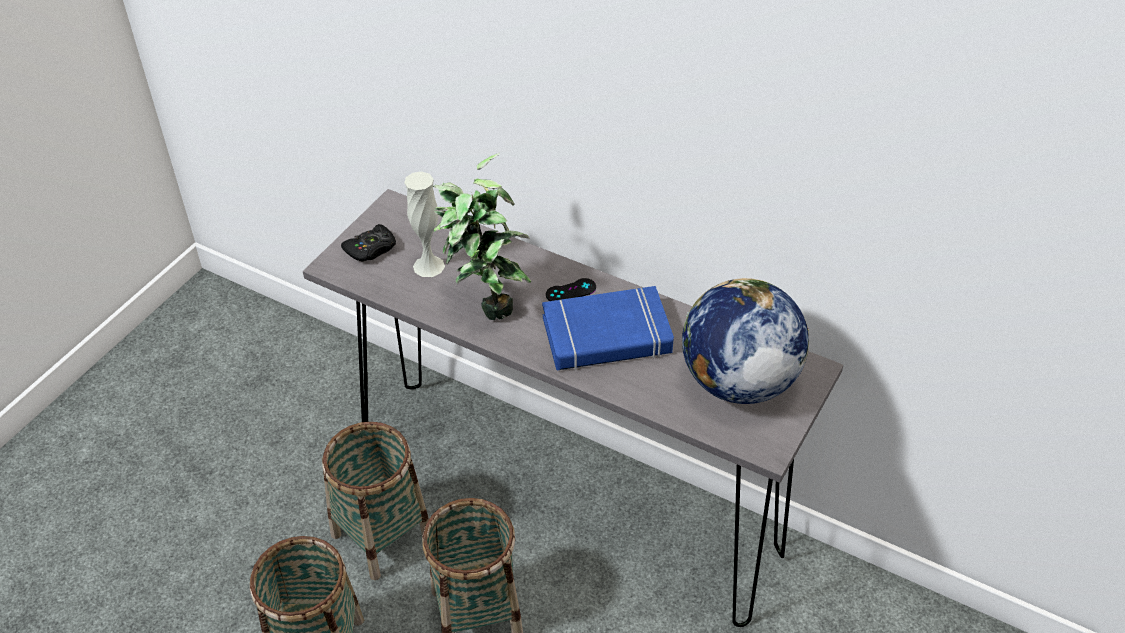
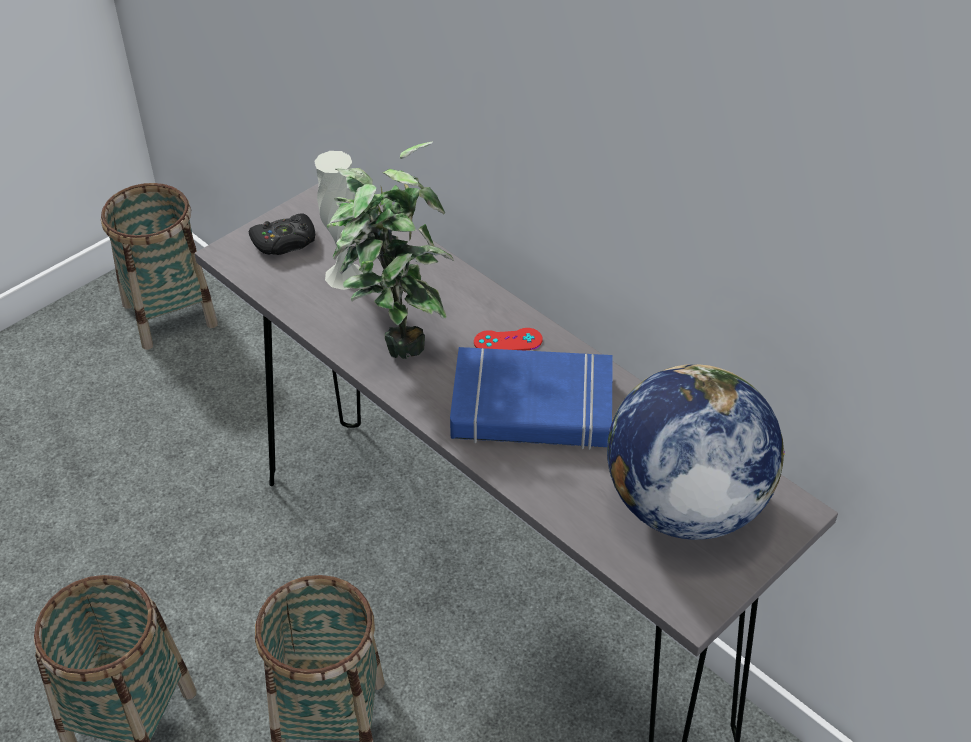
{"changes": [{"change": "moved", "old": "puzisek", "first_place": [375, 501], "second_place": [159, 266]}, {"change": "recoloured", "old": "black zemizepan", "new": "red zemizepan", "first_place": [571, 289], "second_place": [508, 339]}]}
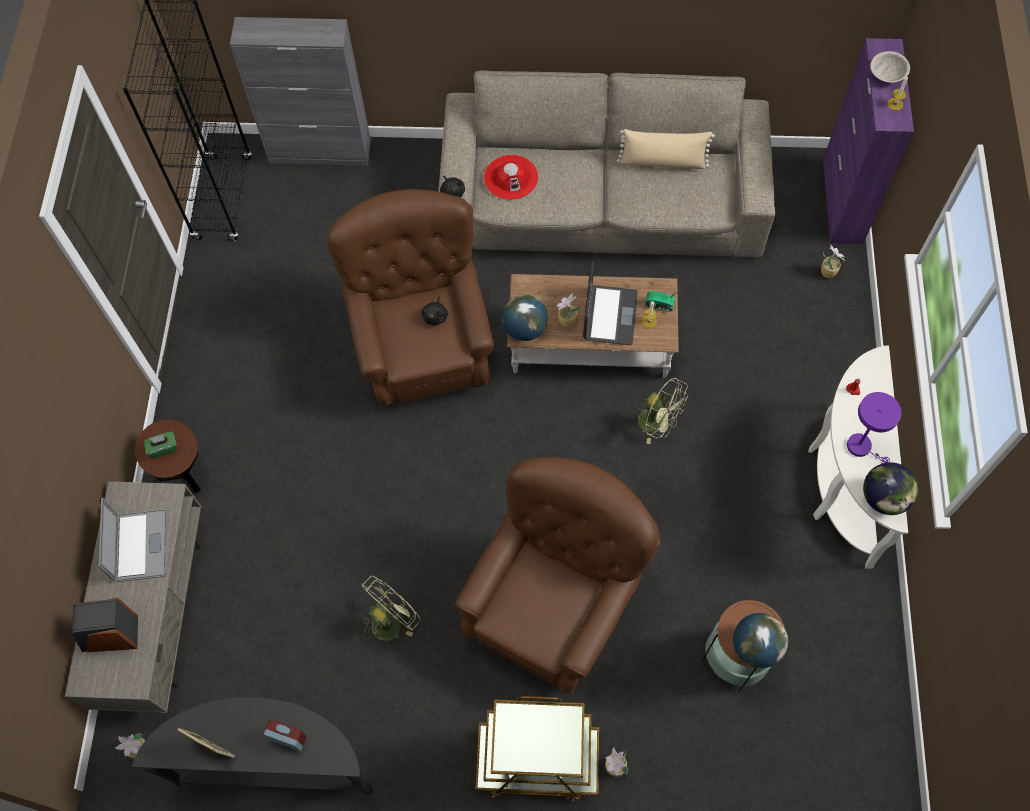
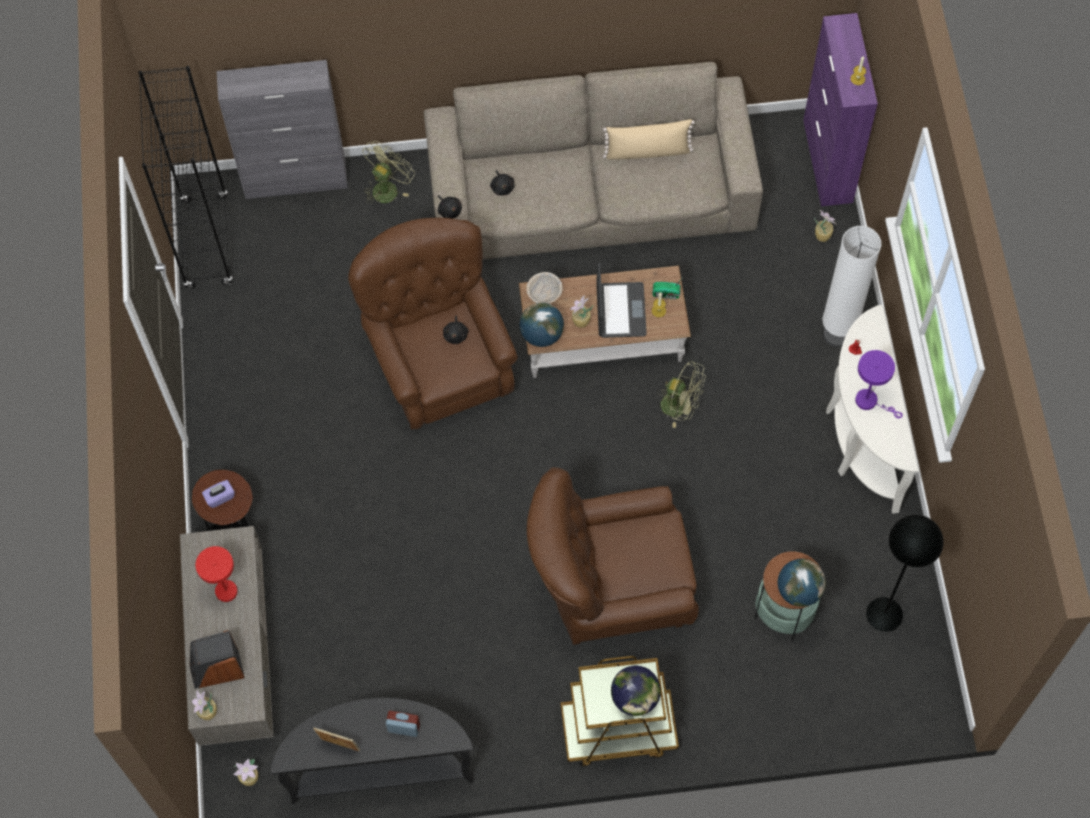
{"changes": [{"change": "moved", "old": "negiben", "first_place": [616, 762], "second_place": [204, 705]}, {"change": "replaced", "old": "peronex", "new": "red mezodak", "first_place": [132, 540], "second_place": [216, 574]}, {"change": "recoloured", "old": "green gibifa", "new": "purple gibifa", "first_place": [160, 445], "second_place": [218, 494]}, {"change": "moved", "old": "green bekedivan", "first_place": [391, 608], "second_place": [388, 172]}, {"change": "replaced", "old": "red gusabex", "new": "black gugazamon", "first_place": [511, 177], "second_place": [502, 183]}, {"change": "moved", "old": "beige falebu", "first_place": [890, 67], "second_place": [545, 288]}, {"change": "turned", "old": "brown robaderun", "first_place": [557, 575], "second_place": [613, 556], "degrees": -120}, {"change": "moved", "old": "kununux", "first_place": [890, 488], "second_place": [636, 691]}, {"change": "added", "new": "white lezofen", "second_place": [852, 286]}, {"change": "added", "new": "black lezofen", "second_place": [905, 573]}]}
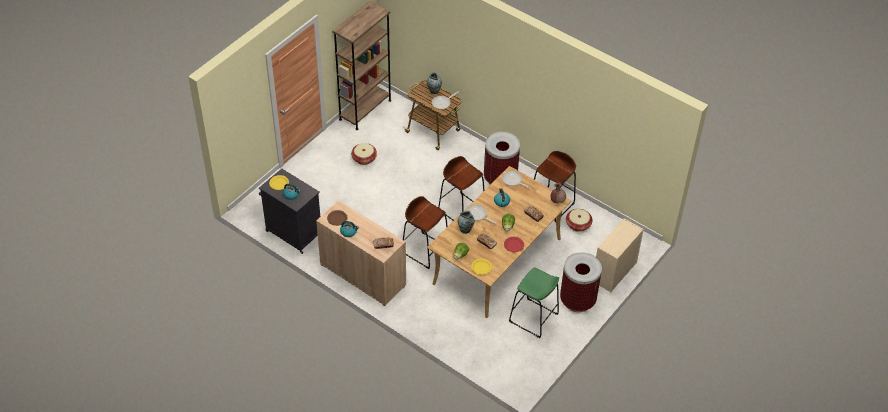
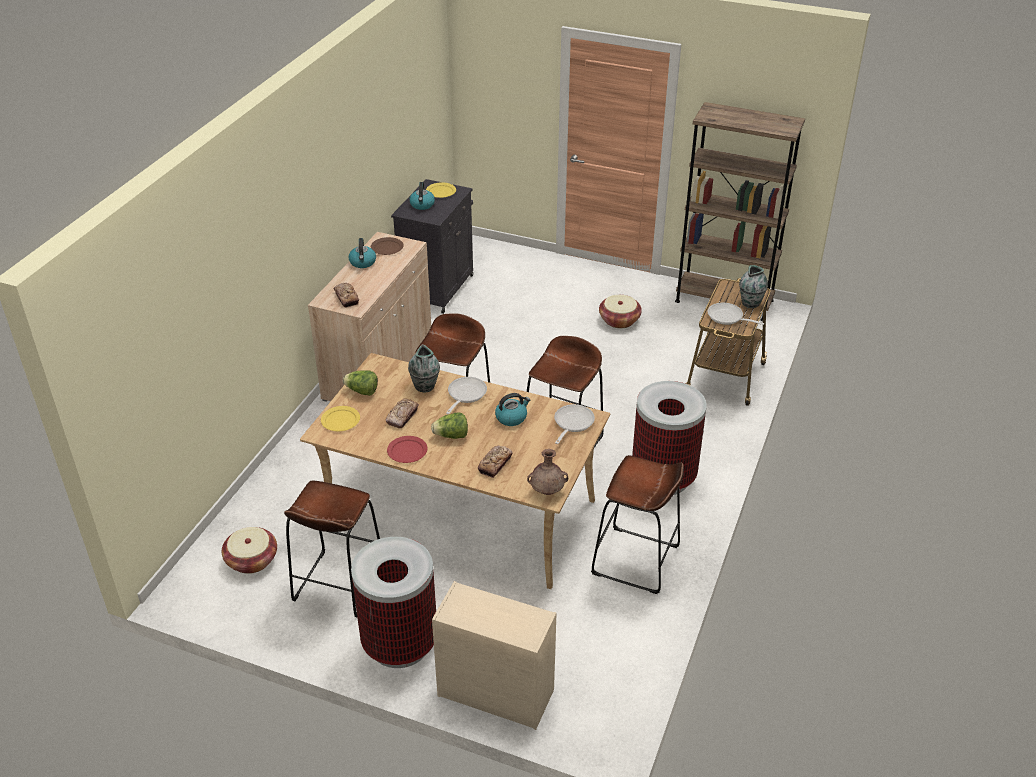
{"changes": [{"change": "moved", "old": "puzisek", "first_place": [579, 220], "second_place": [249, 550]}, {"change": "recoloured", "old": "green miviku", "new": "brown miviku", "first_place": [534, 303], "second_place": [332, 549]}]}
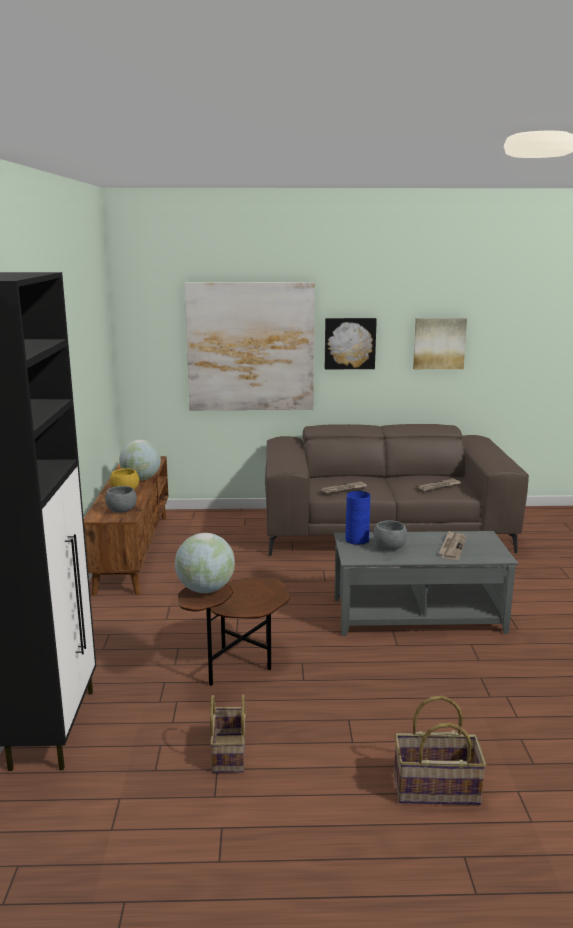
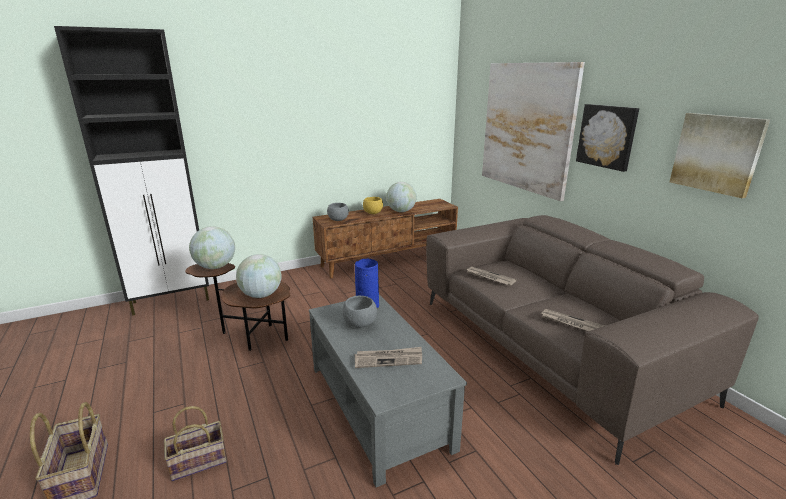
{"changes": [{"change": "moved", "old": "puzisek", "first_place": [228, 734], "second_place": [195, 443]}, {"change": "added", "new": "kununux", "second_place": [259, 276]}]}
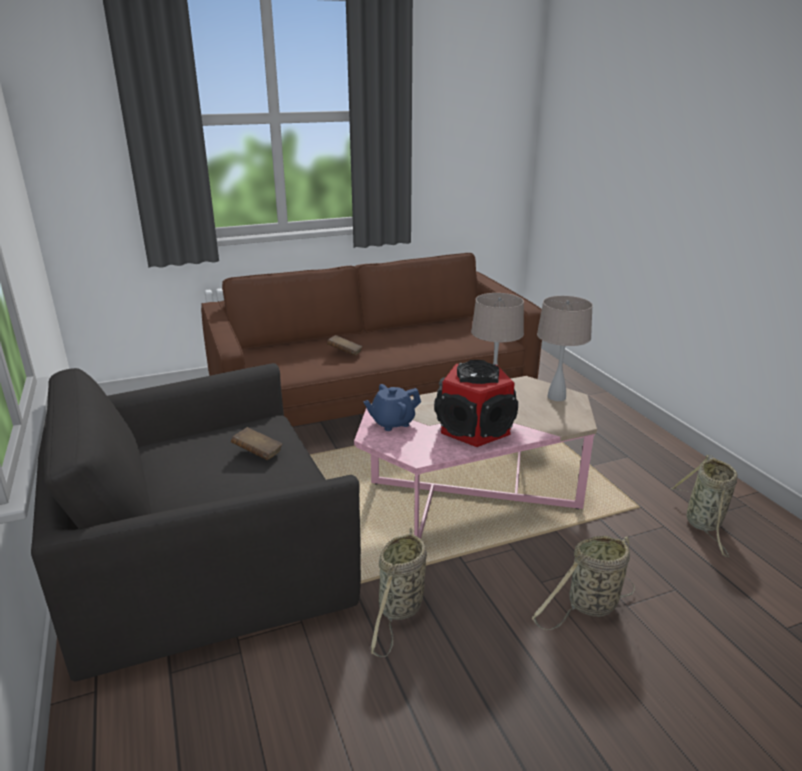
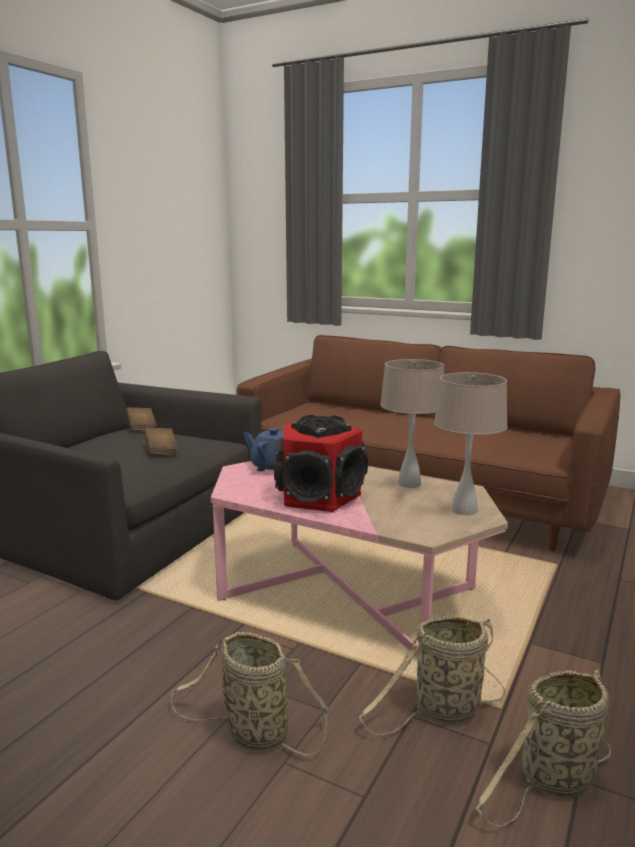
{"changes": [{"change": "moved", "old": "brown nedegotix", "first_place": [345, 345], "second_place": [141, 419]}, {"change": "moved", "old": "puzisek", "first_place": [399, 592], "second_place": [432, 675]}]}
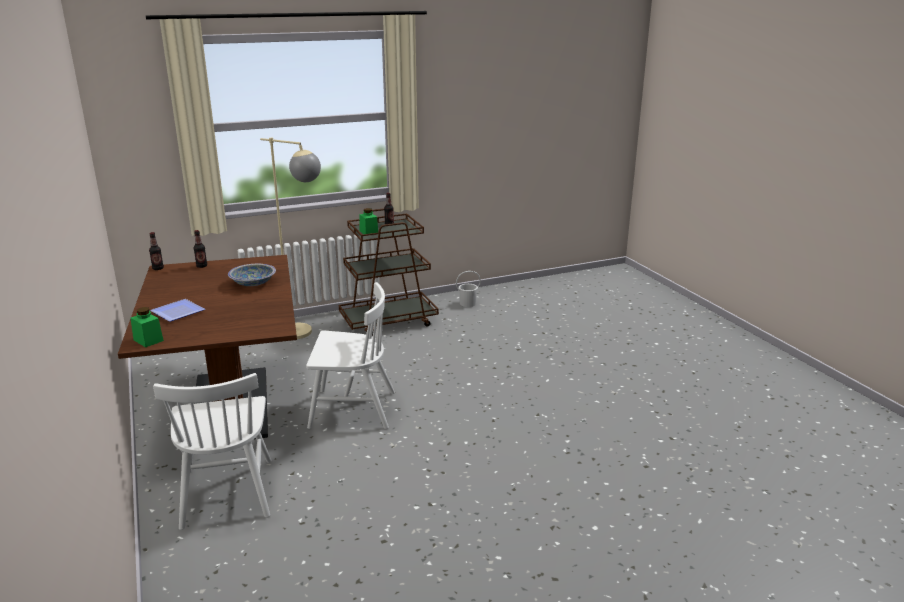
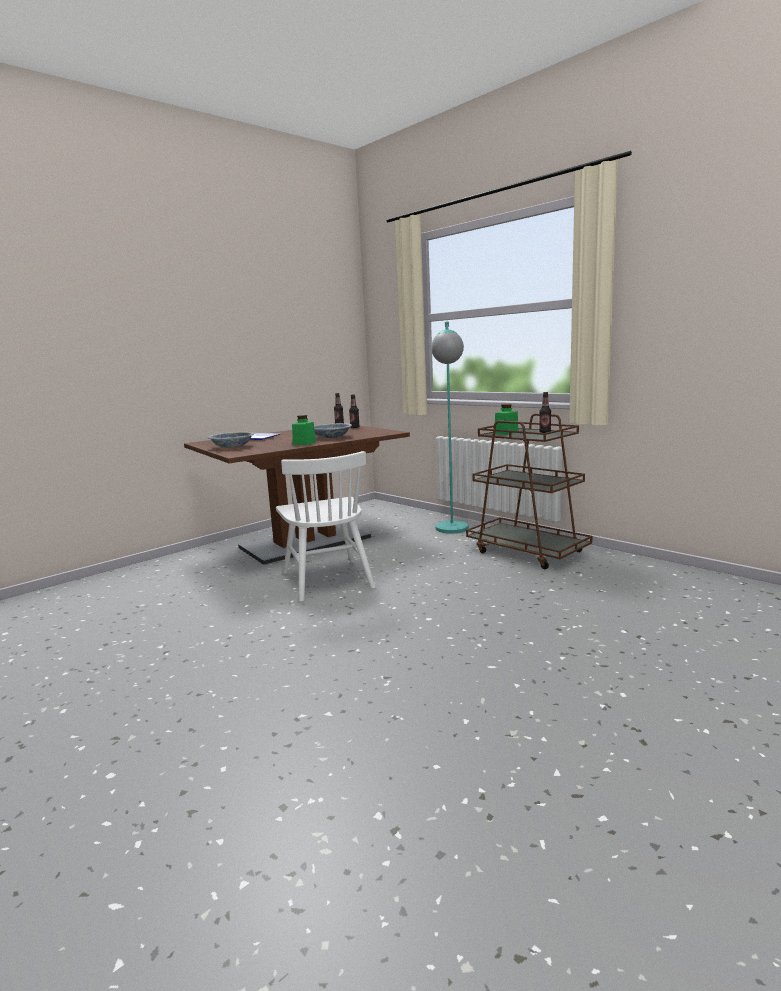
{"changes": [{"change": "added", "new": "falebu", "second_place": [231, 440]}, {"change": "moved", "old": "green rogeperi", "first_place": [147, 327], "second_place": [304, 430]}, {"change": "recoloured", "old": "beige lezofen", "new": "turquoise lezofen", "first_place": [290, 238], "second_place": [450, 427]}, {"change": "removed", "old": "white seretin", "first_place": [212, 451]}, {"change": "removed", "old": "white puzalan", "first_place": [468, 289]}]}
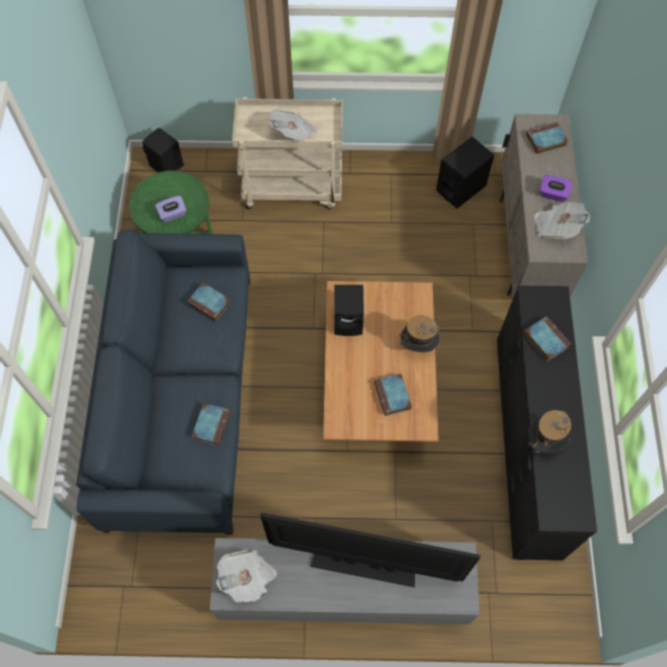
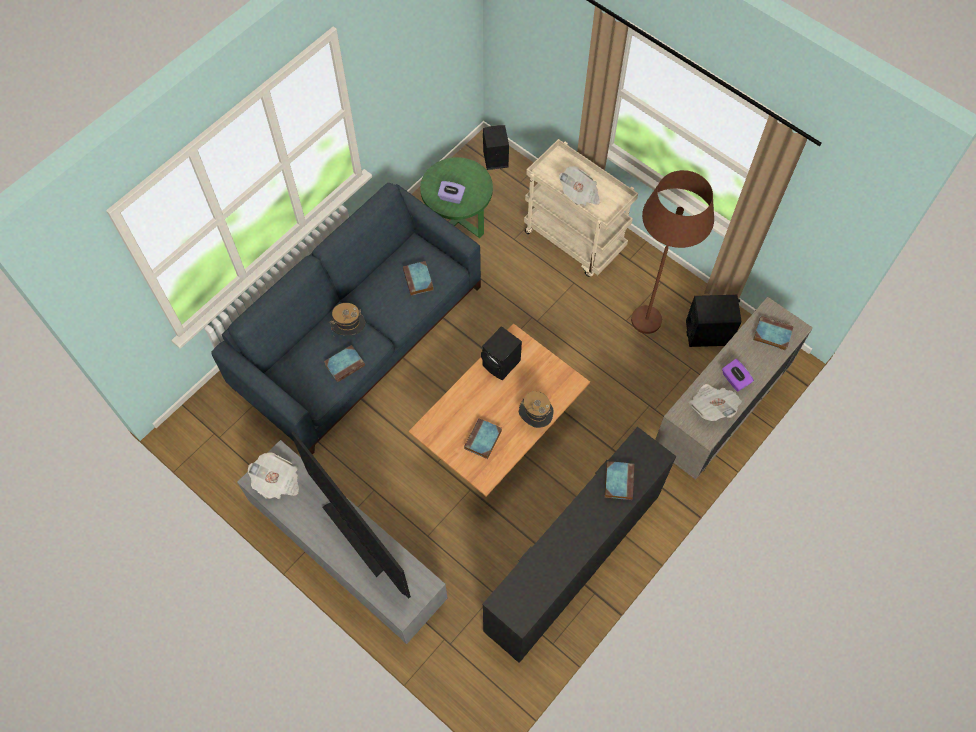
{"changes": [{"change": "moved", "old": "gusabex", "first_place": [549, 432], "second_place": [347, 319]}, {"change": "added", "new": "brown lezofen", "second_place": [672, 252]}]}
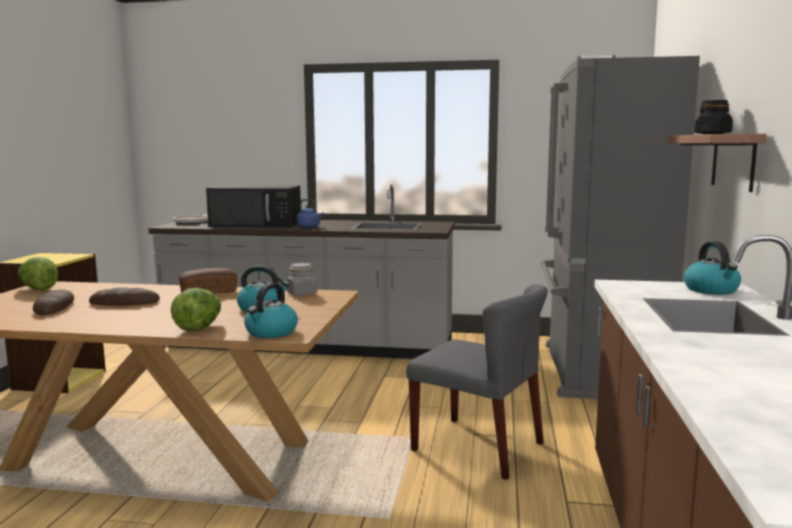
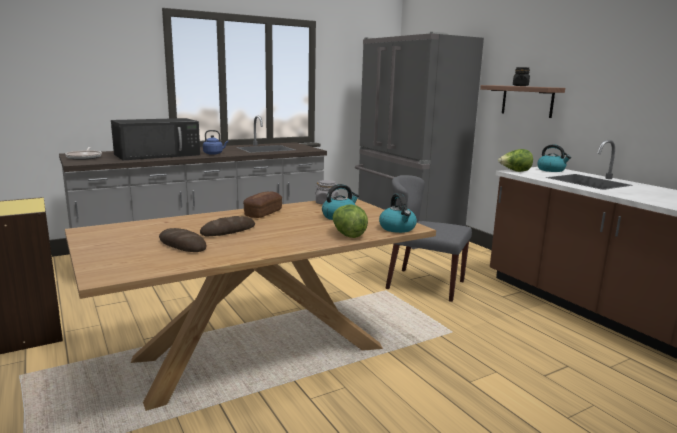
{"changes": [{"change": "turned", "old": "grey seretin", "first_place": [477, 382], "second_place": [428, 238], "degrees": -150}, {"change": "moved", "old": "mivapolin", "first_place": [38, 273], "second_place": [515, 160]}]}
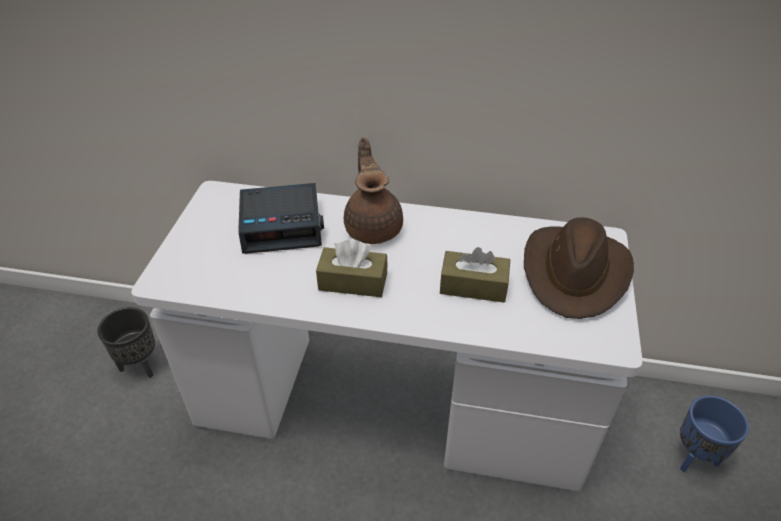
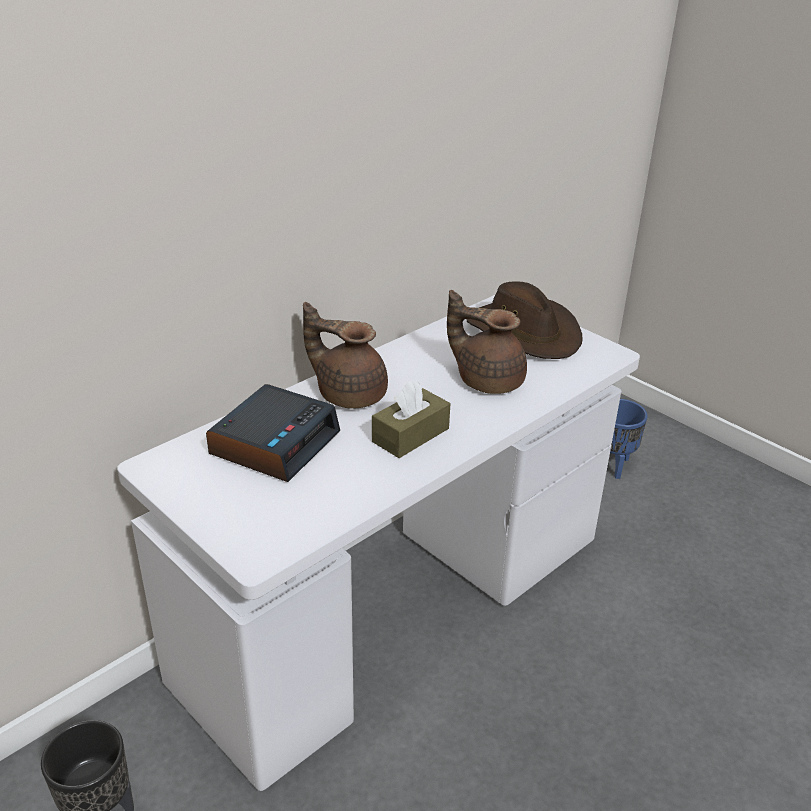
{"changes": [{"change": "replaced", "old": "brown gibifa", "new": "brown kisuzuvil", "first_place": [475, 275], "second_place": [487, 342]}]}
